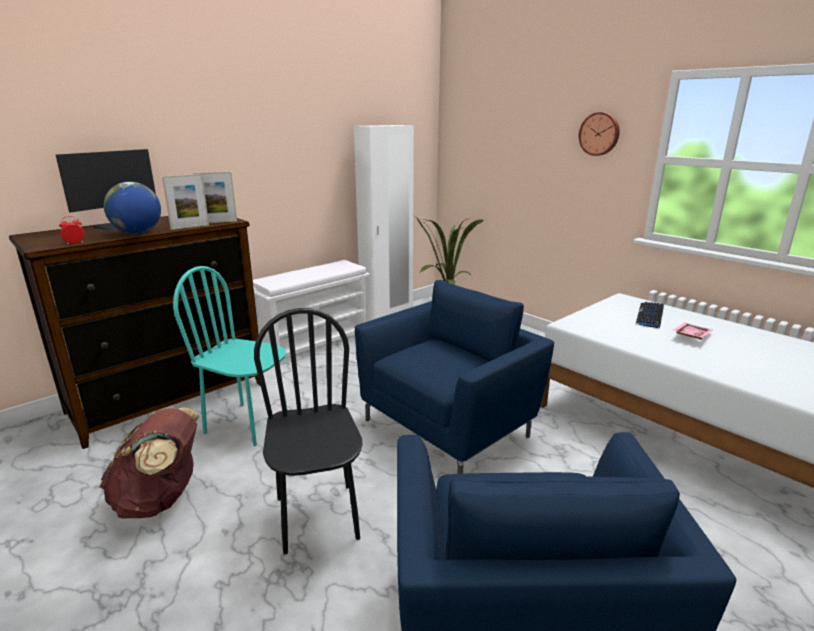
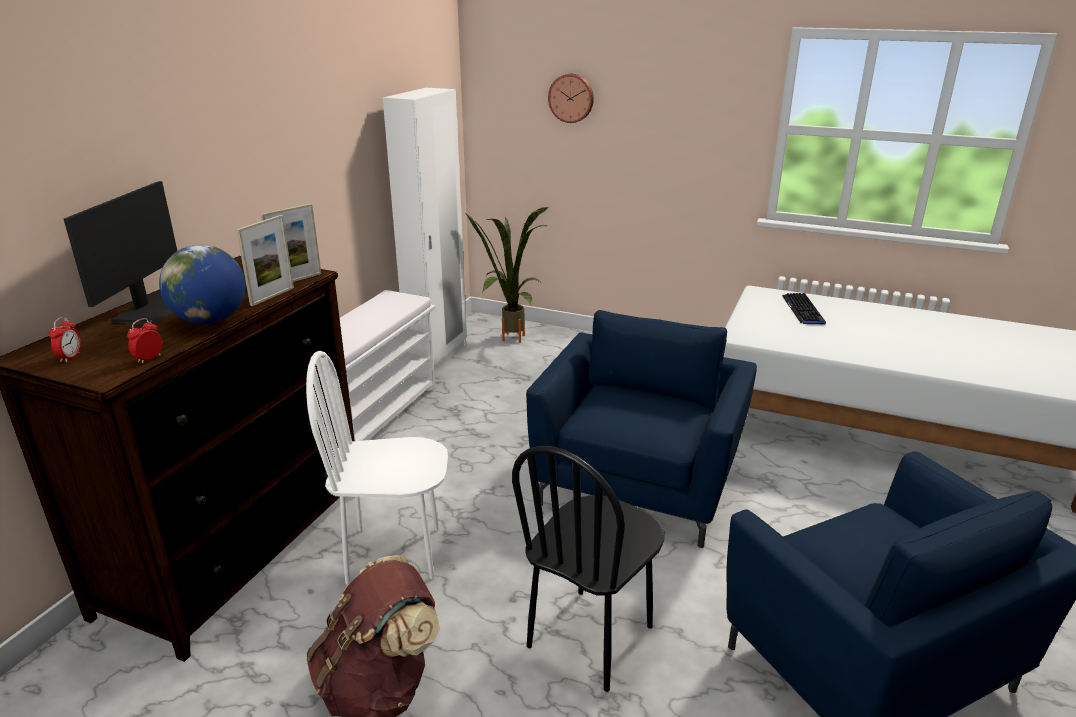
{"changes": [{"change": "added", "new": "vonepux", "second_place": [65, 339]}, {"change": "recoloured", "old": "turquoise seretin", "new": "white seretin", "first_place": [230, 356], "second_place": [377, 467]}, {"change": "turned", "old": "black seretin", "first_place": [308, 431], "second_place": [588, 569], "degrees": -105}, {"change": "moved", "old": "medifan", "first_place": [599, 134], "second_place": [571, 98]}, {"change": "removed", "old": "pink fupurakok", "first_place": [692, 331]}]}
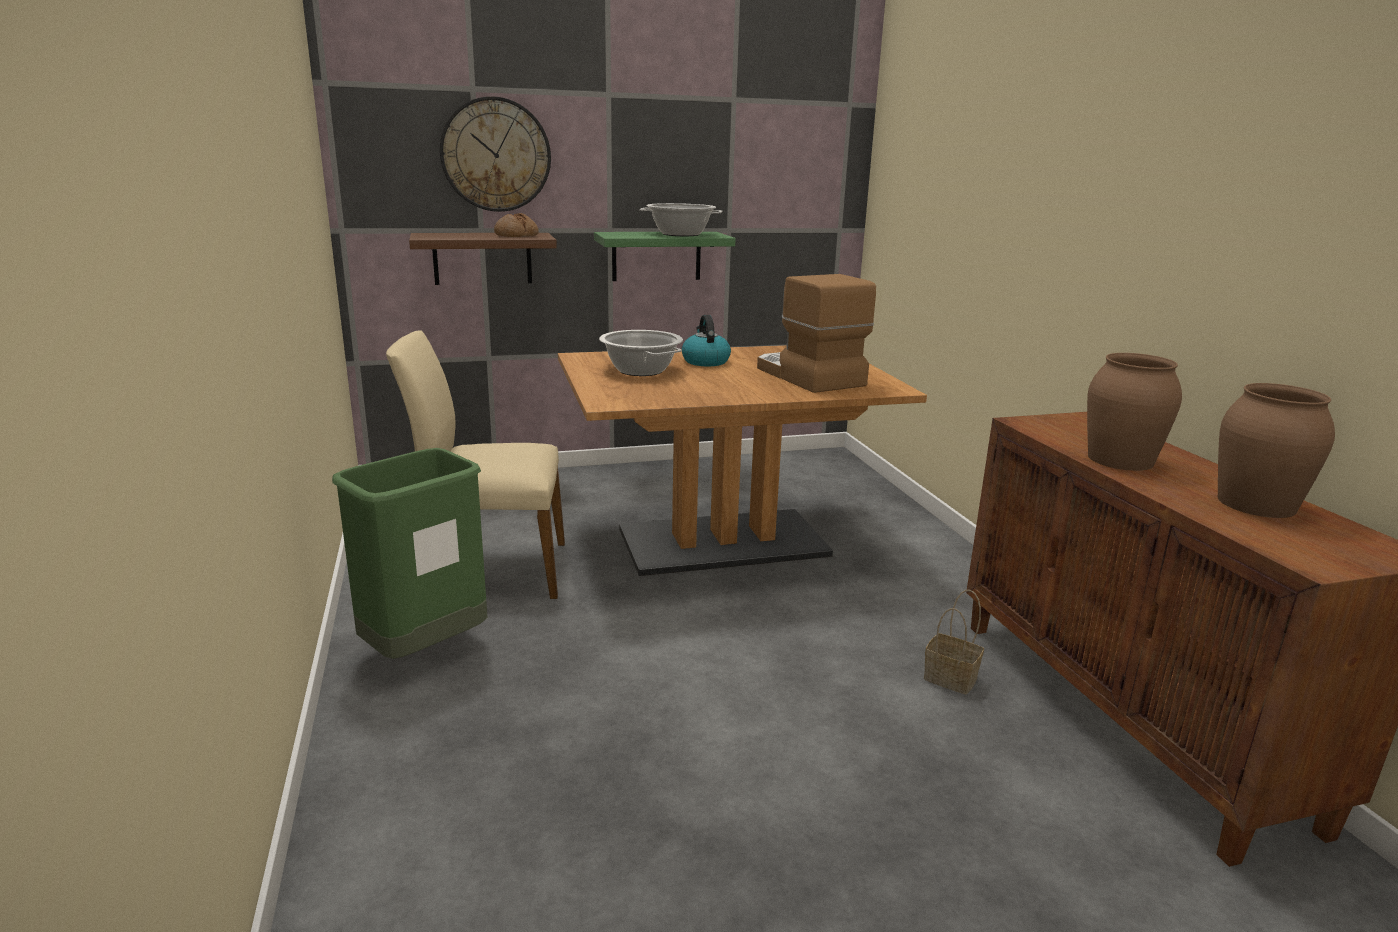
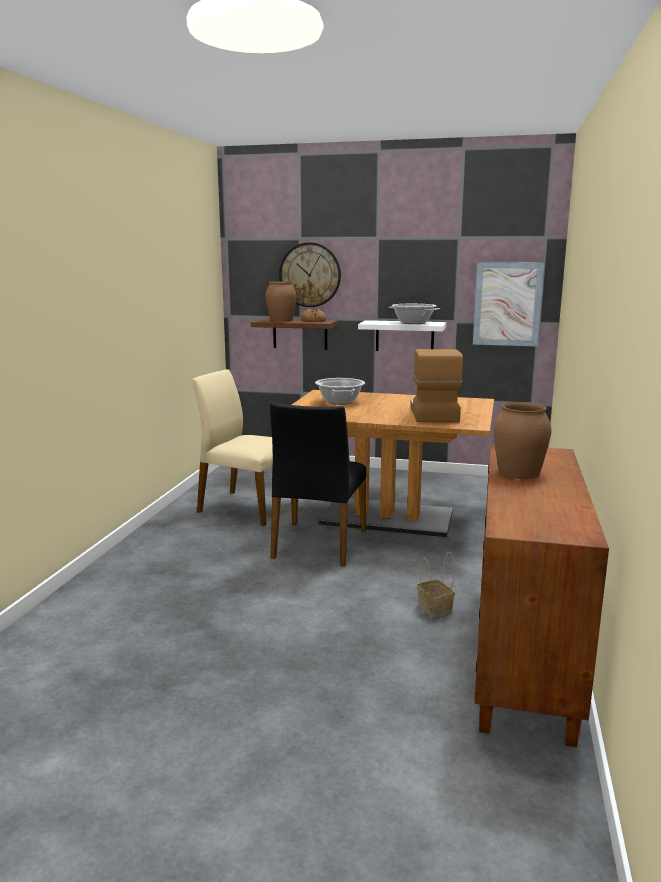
{"changes": [{"change": "moved", "old": "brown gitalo", "first_place": [1276, 450], "second_place": [280, 301]}, {"change": "added", "new": "black seretin", "second_place": [318, 484]}, {"change": "recoloured", "old": "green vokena", "new": "white vokena", "first_place": [665, 256], "second_place": [402, 335]}, {"change": "added", "new": "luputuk", "second_place": [509, 304]}, {"change": "removed", "old": "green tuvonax", "first_place": [410, 553]}, {"change": "removed", "old": "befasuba", "first_place": [706, 340]}]}
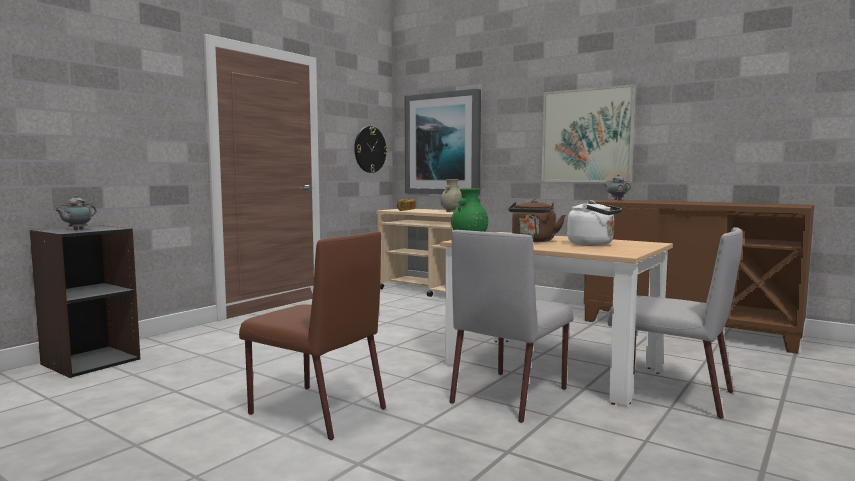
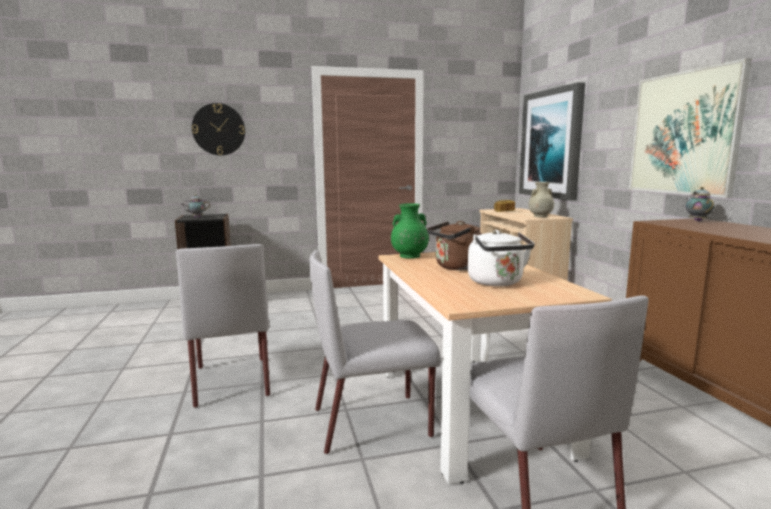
{"changes": [{"change": "recoloured", "old": "brown seretin", "new": "grey seretin", "first_place": [312, 335], "second_place": [223, 326]}, {"change": "moved", "old": "medifan", "first_place": [370, 149], "second_place": [218, 129]}]}
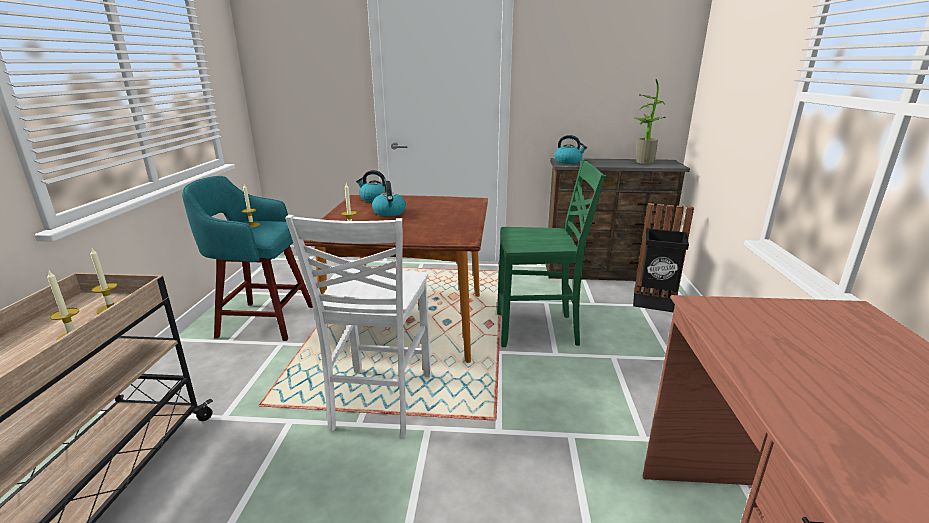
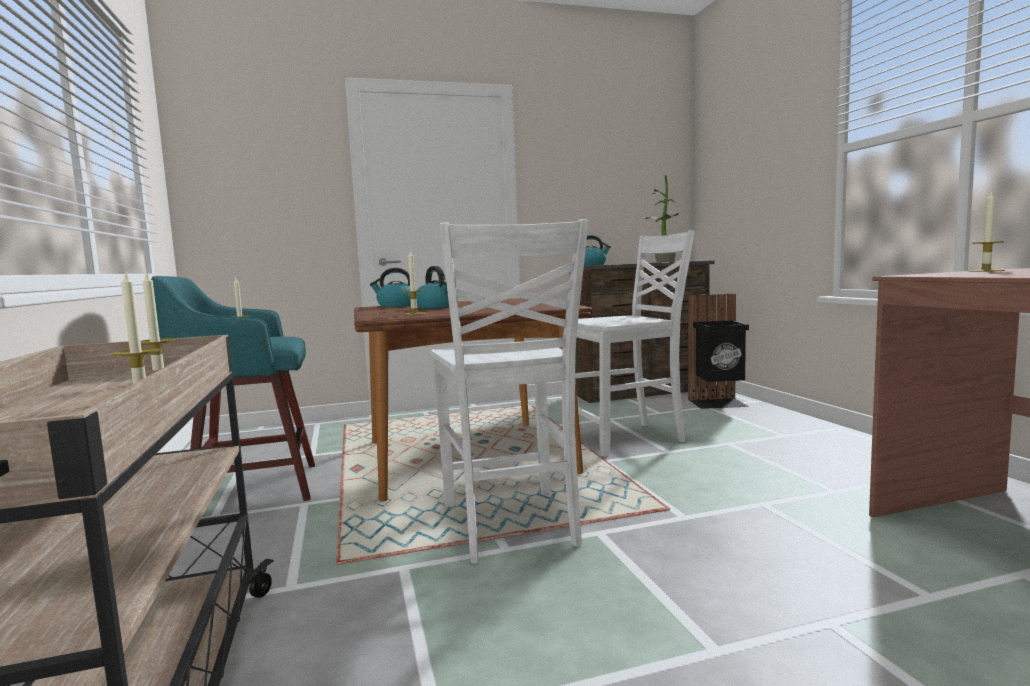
{"changes": [{"change": "recoloured", "old": "green seretin", "new": "white seretin", "first_place": [551, 253], "second_place": [635, 343]}, {"change": "added", "new": "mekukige", "second_place": [986, 231]}]}
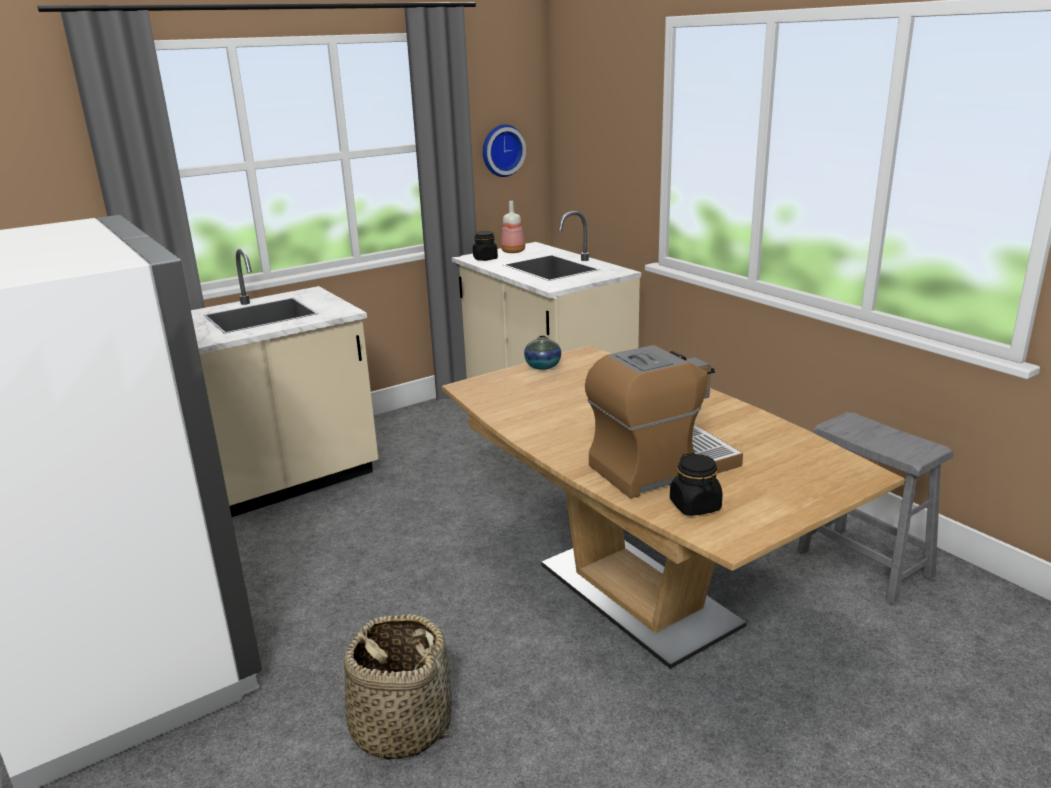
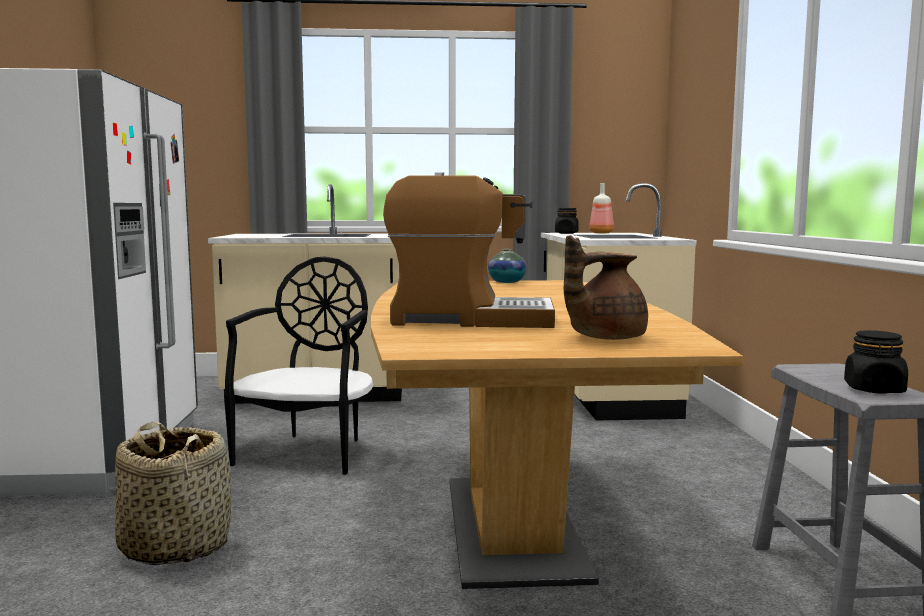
{"changes": [{"change": "added", "new": "black seretin", "second_place": [299, 365]}, {"change": "added", "new": "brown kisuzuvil", "second_place": [606, 287]}, {"change": "moved", "old": "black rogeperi", "first_place": [696, 484], "second_place": [876, 361]}, {"change": "removed", "old": "medifan", "first_place": [504, 150]}]}
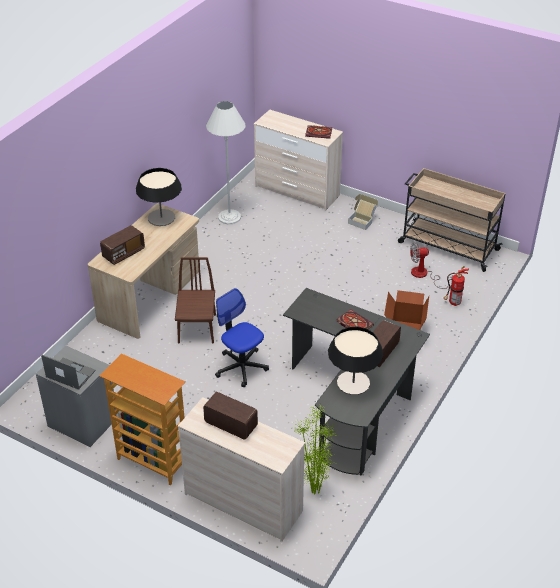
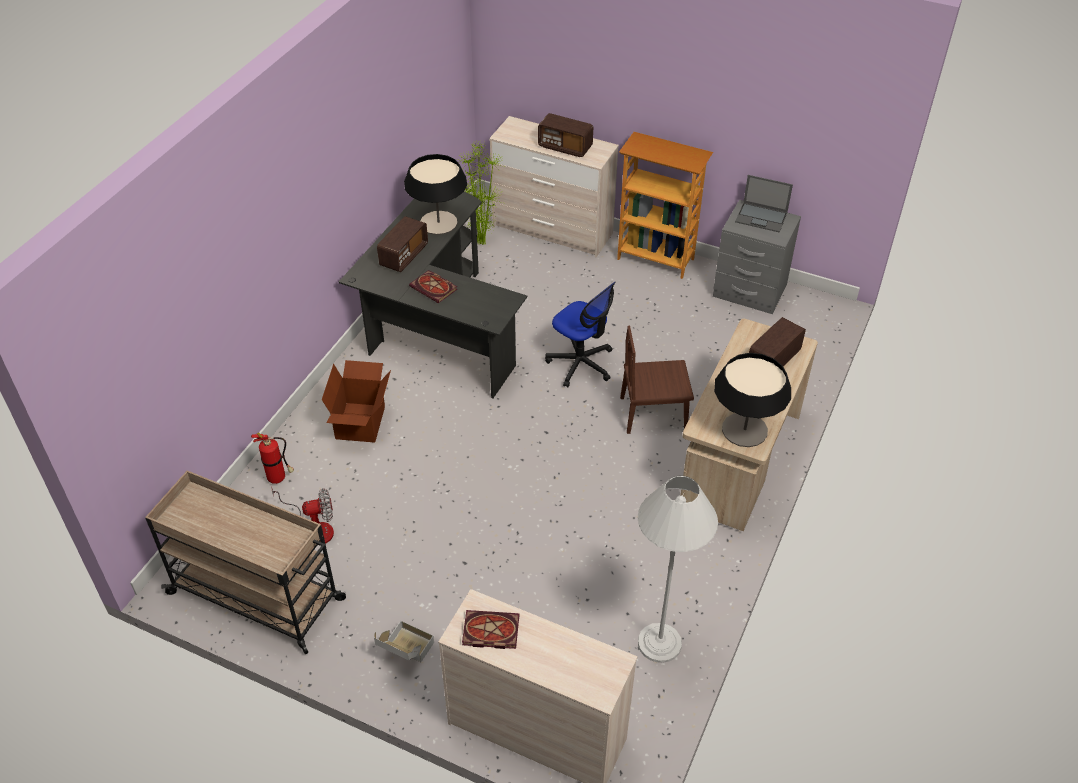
{"changes": [{"change": "turned", "old": "brown seretin", "first_place": [195, 300], "second_place": [657, 380], "degrees": 90}]}
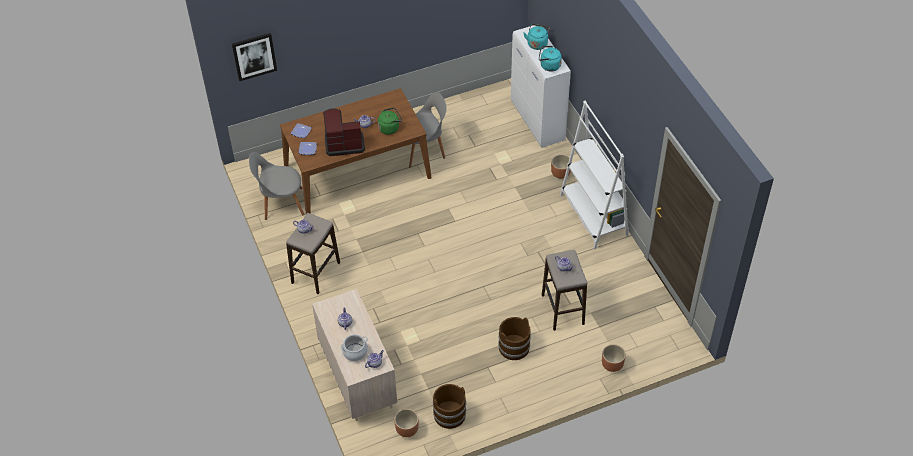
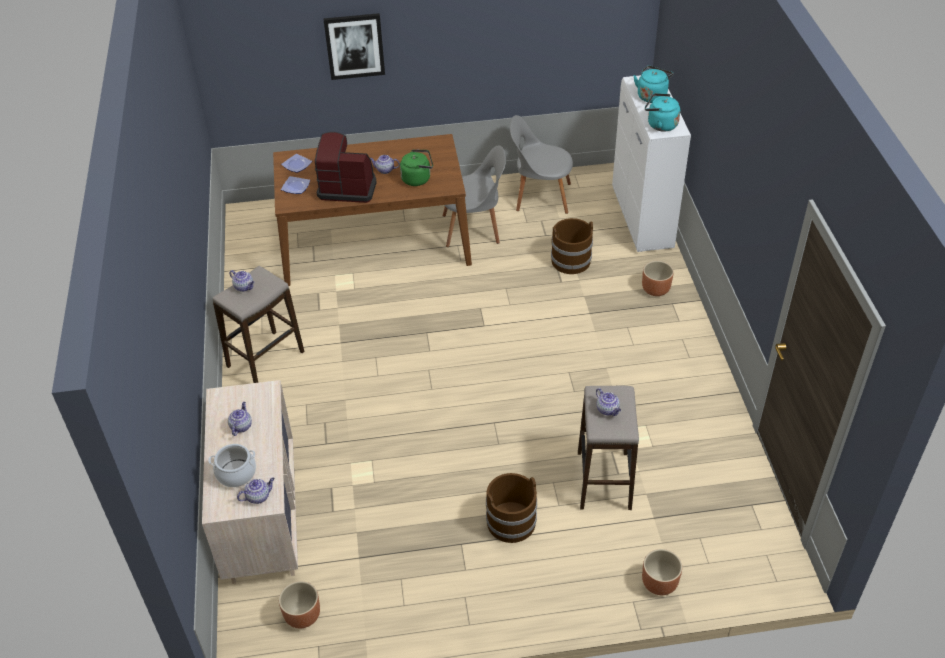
{"changes": [{"change": "moved", "old": "luputuk", "first_place": [254, 57], "second_place": [354, 46]}, {"change": "moved", "old": "grey seretin", "first_place": [276, 186], "second_place": [541, 164]}, {"change": "moved", "old": "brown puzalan", "first_place": [449, 406], "second_place": [572, 246]}, {"change": "removed", "old": "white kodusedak", "first_place": [594, 174]}]}
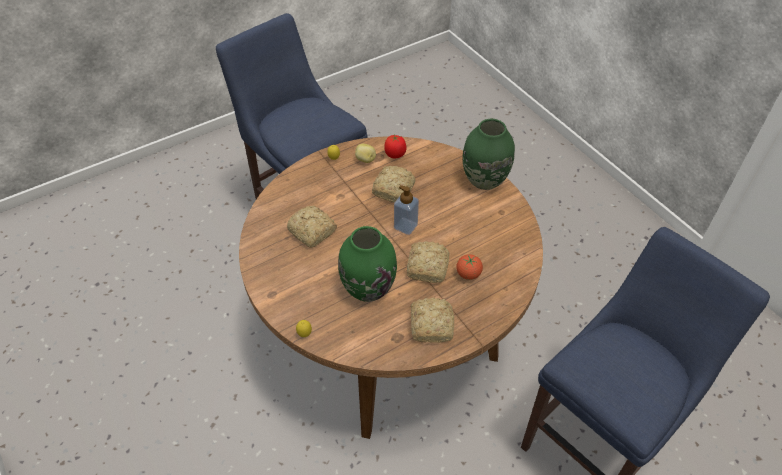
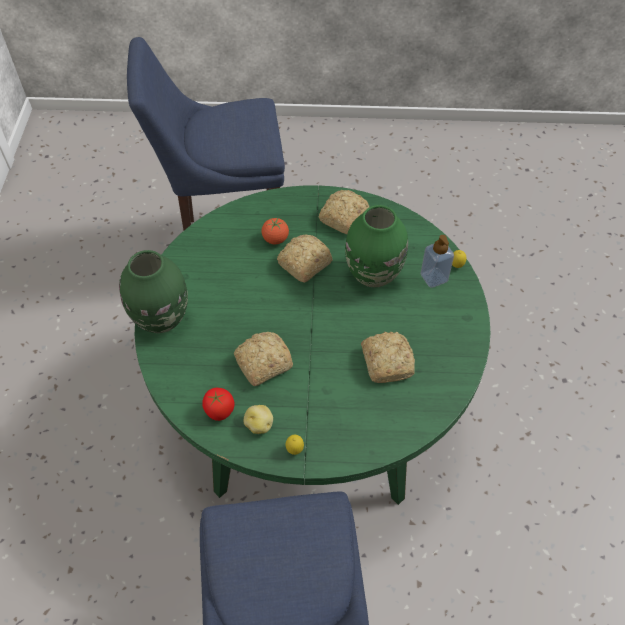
{"changes": [{"change": "recoloured", "old": "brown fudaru", "new": "green fudaru", "first_place": [391, 288], "second_place": [312, 345]}, {"change": "moved", "old": "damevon", "first_place": [406, 210], "second_place": [437, 261]}]}
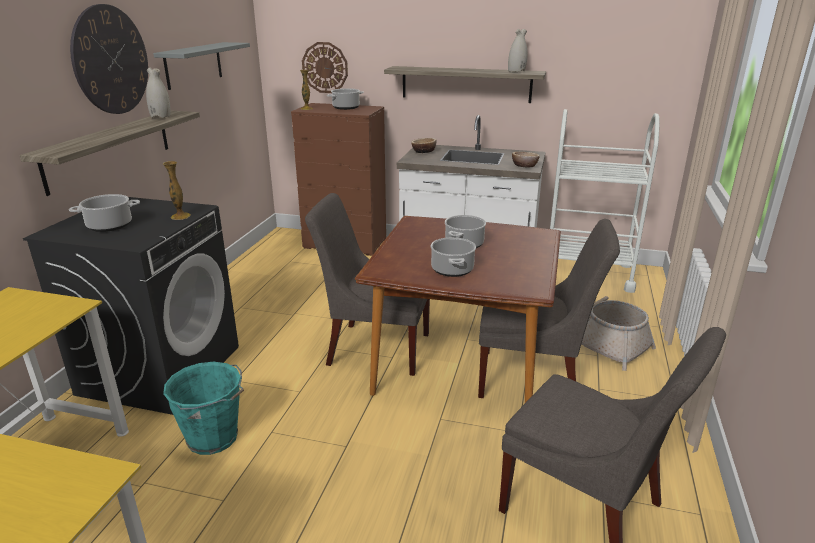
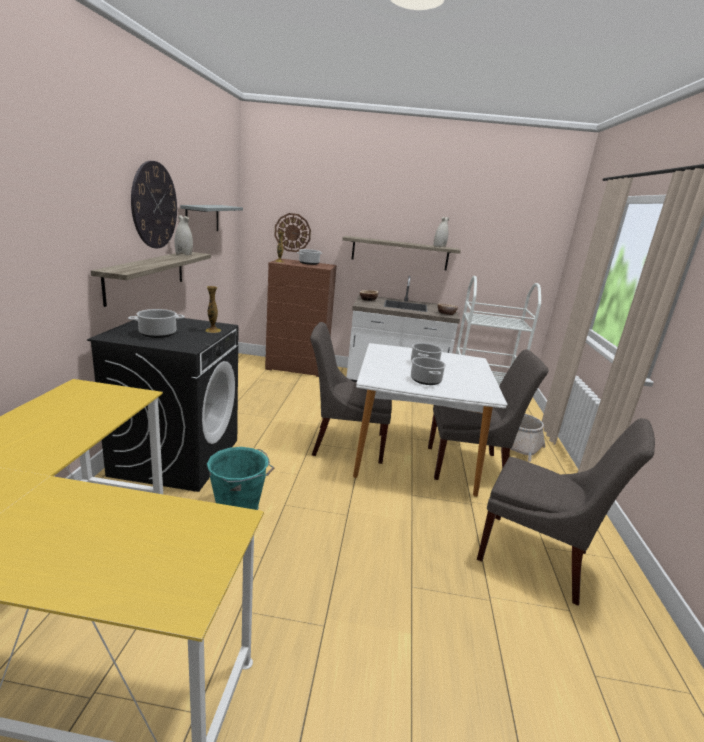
{"changes": [{"change": "recoloured", "old": "brown fudaru", "new": "white fudaru", "first_place": [458, 309], "second_place": [430, 420]}]}
